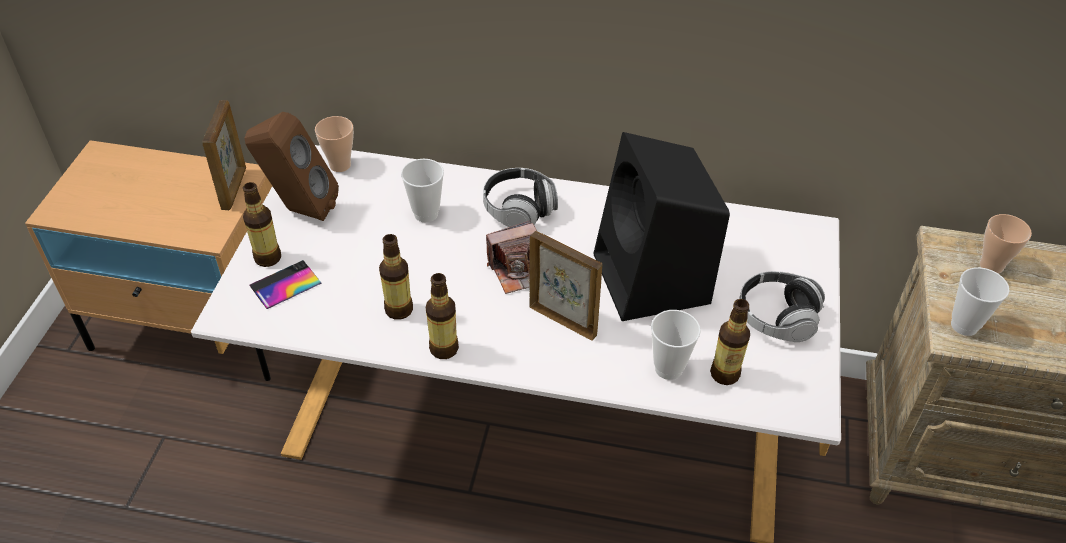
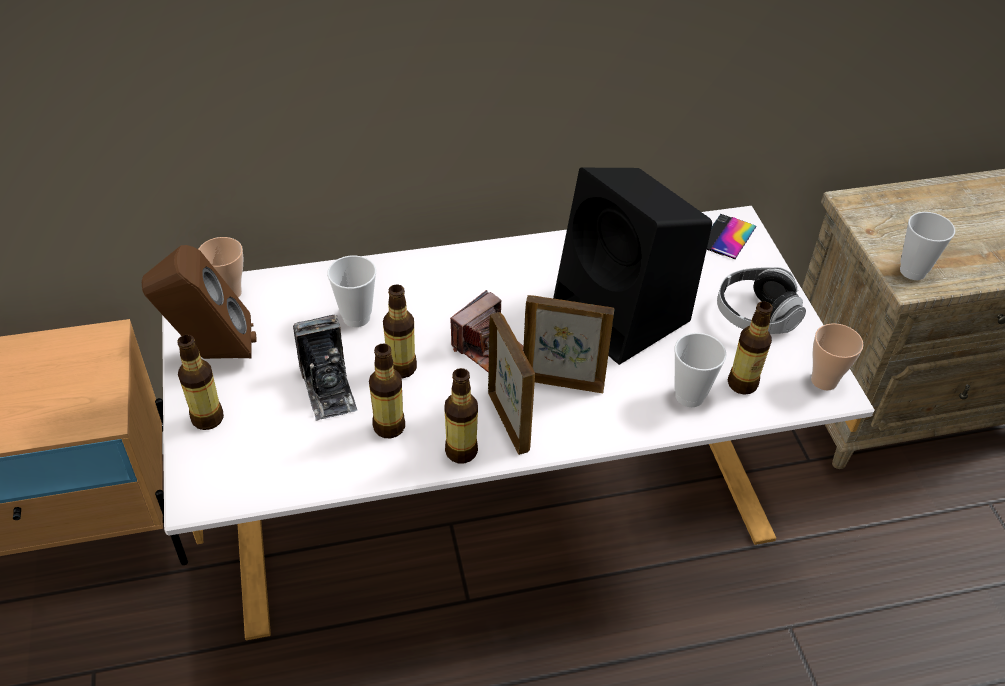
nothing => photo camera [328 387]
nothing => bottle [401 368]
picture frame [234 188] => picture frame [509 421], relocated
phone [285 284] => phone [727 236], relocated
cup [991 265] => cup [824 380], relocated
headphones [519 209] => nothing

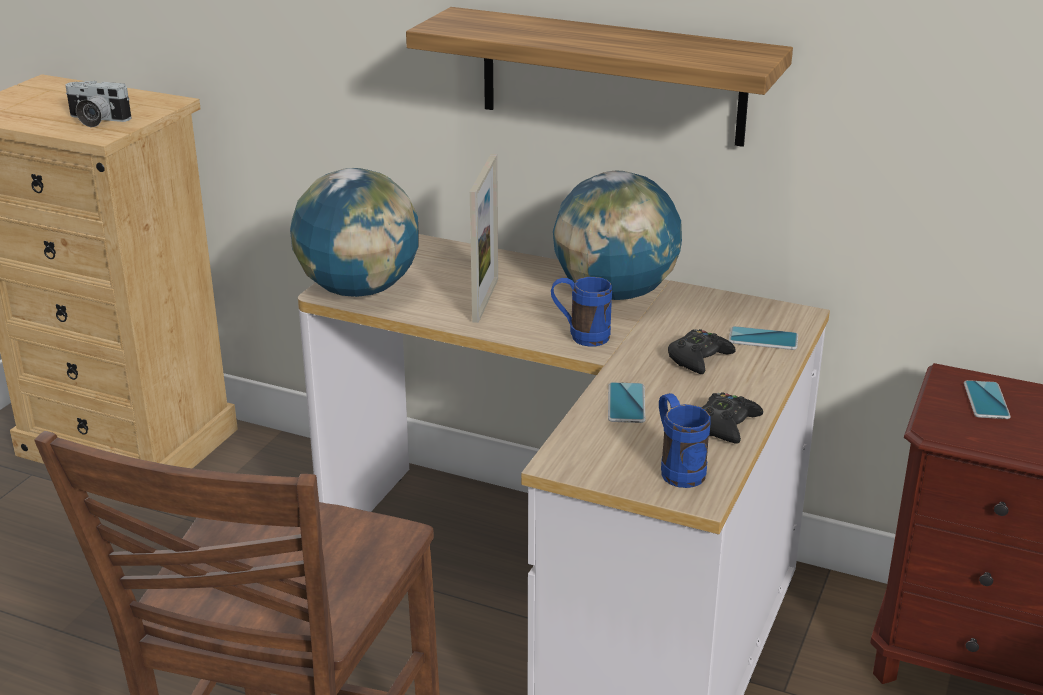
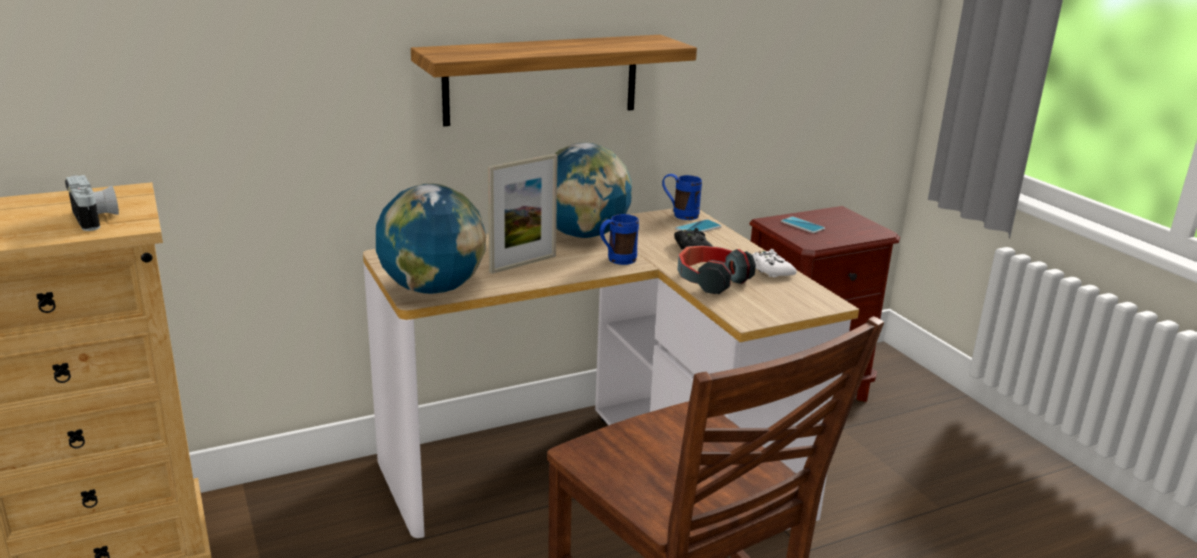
photo camera [96 120] => photo camera [97 219], 90 degrees counterclockwise
picture frame [485 299] => picture frame [523 264], 90 degrees clockwise
mug (blue) [677 469] => mug (blue) [679 214], relocated
phone [626 403] => headphones [710 280]
game controller (black) [726 425] => game controller (white) [770 270]

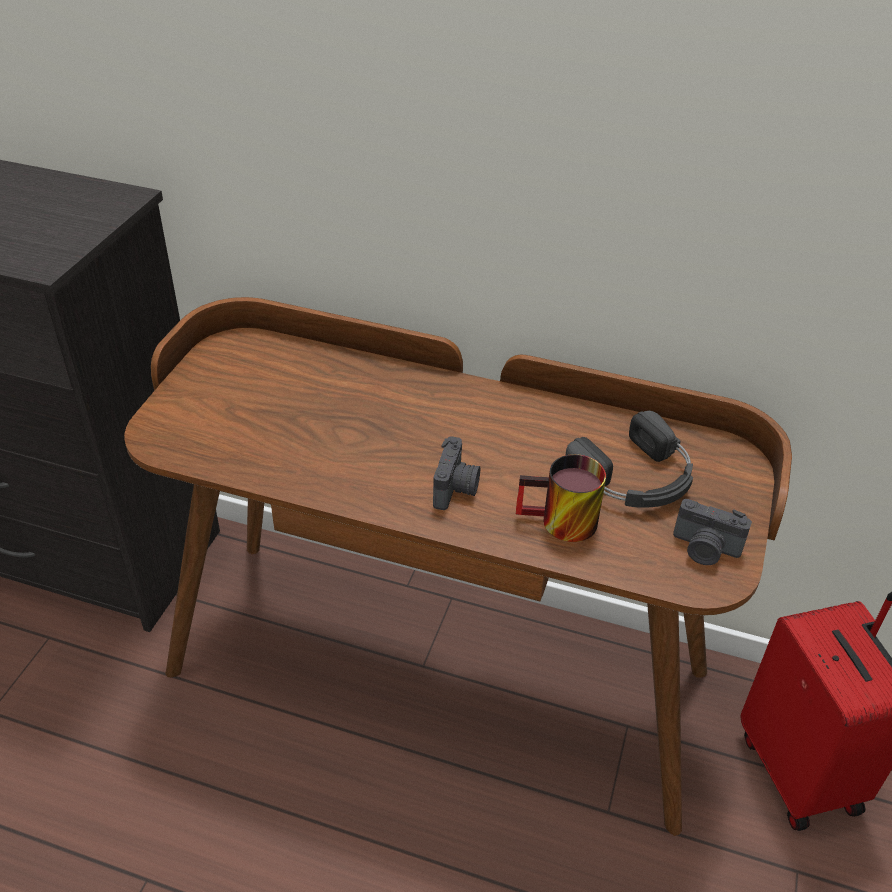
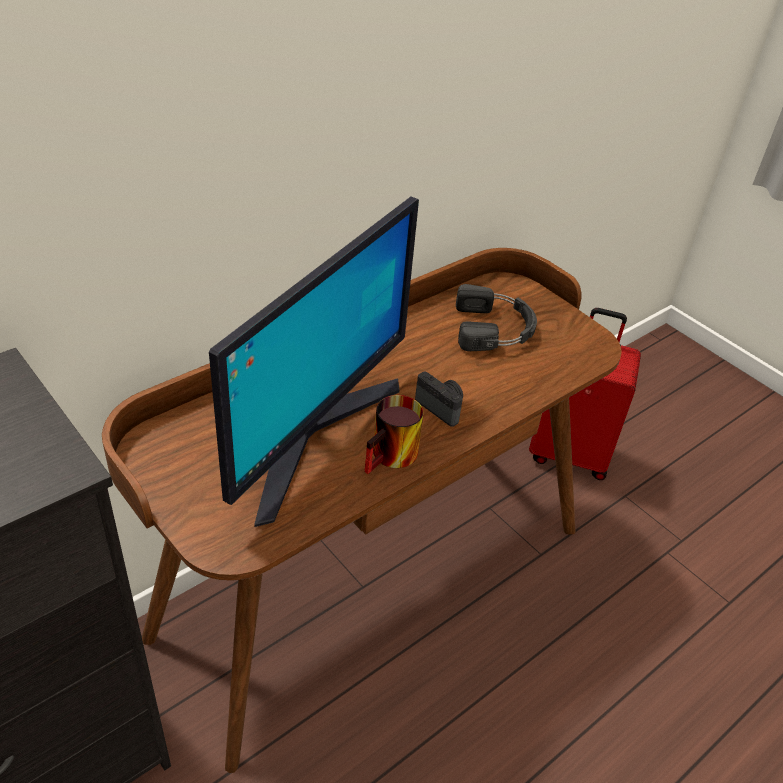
nothing => monitor [311 436]
mug [559 524] => mug [393 458], relocated
photo camera [704 549] => nothing

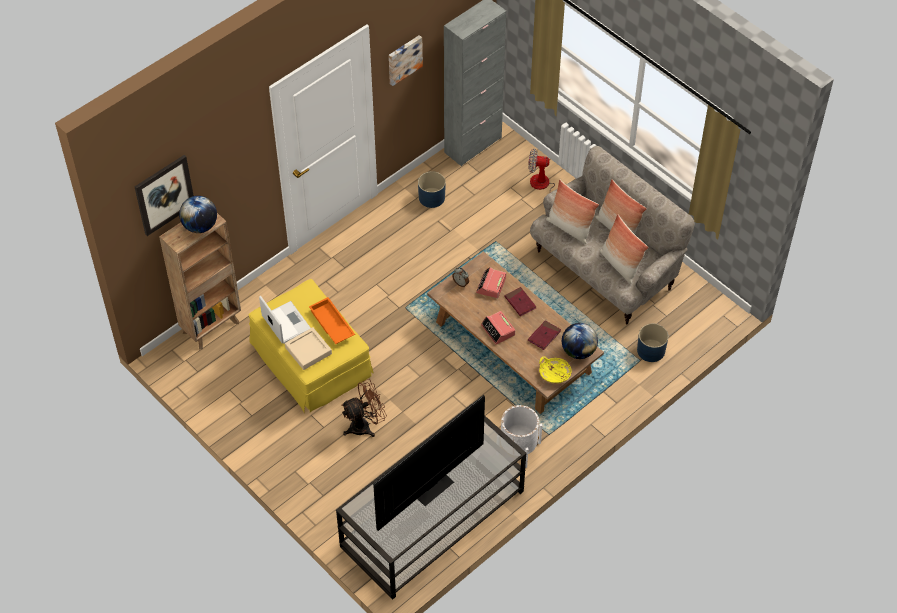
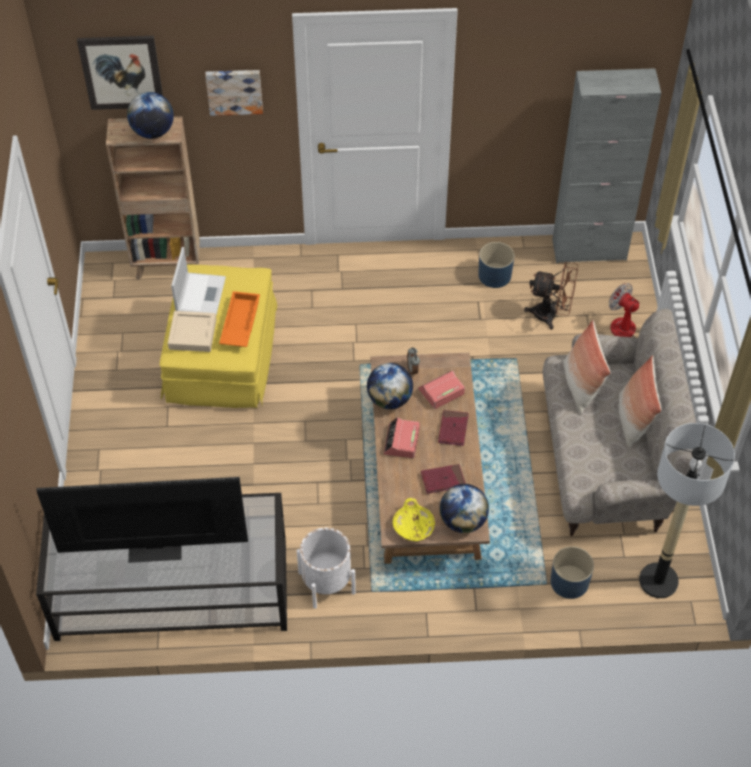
picture [404 59] => picture [234 90], relocated
nothing => globe [389 399]
fan (brown) [365 425] => fan (brown) [551 315], relocated
nothing => floor lamp [658 581]
pillow [620 265] => nothing

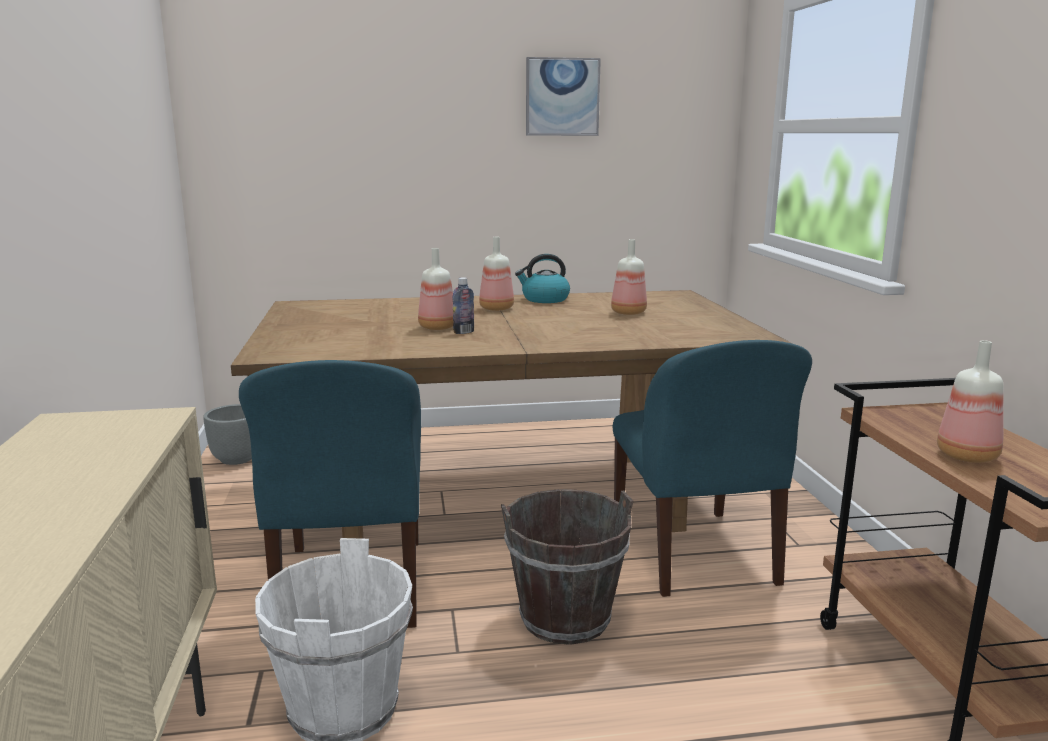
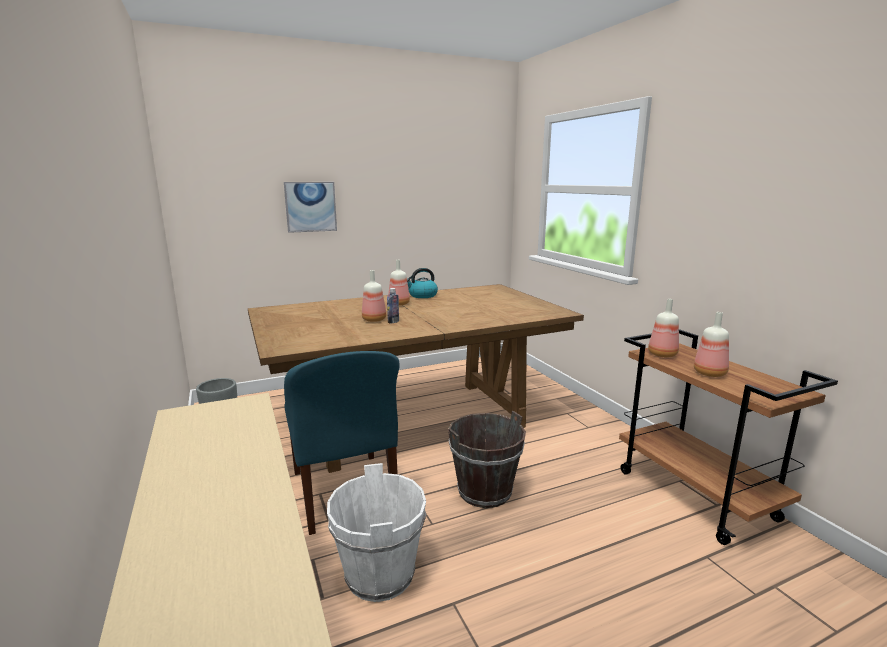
picture [562 97] => picture [310 206], relocated
bottle [627 313] => bottle [662 355], relocated
chair (blue) [694 554] => nothing

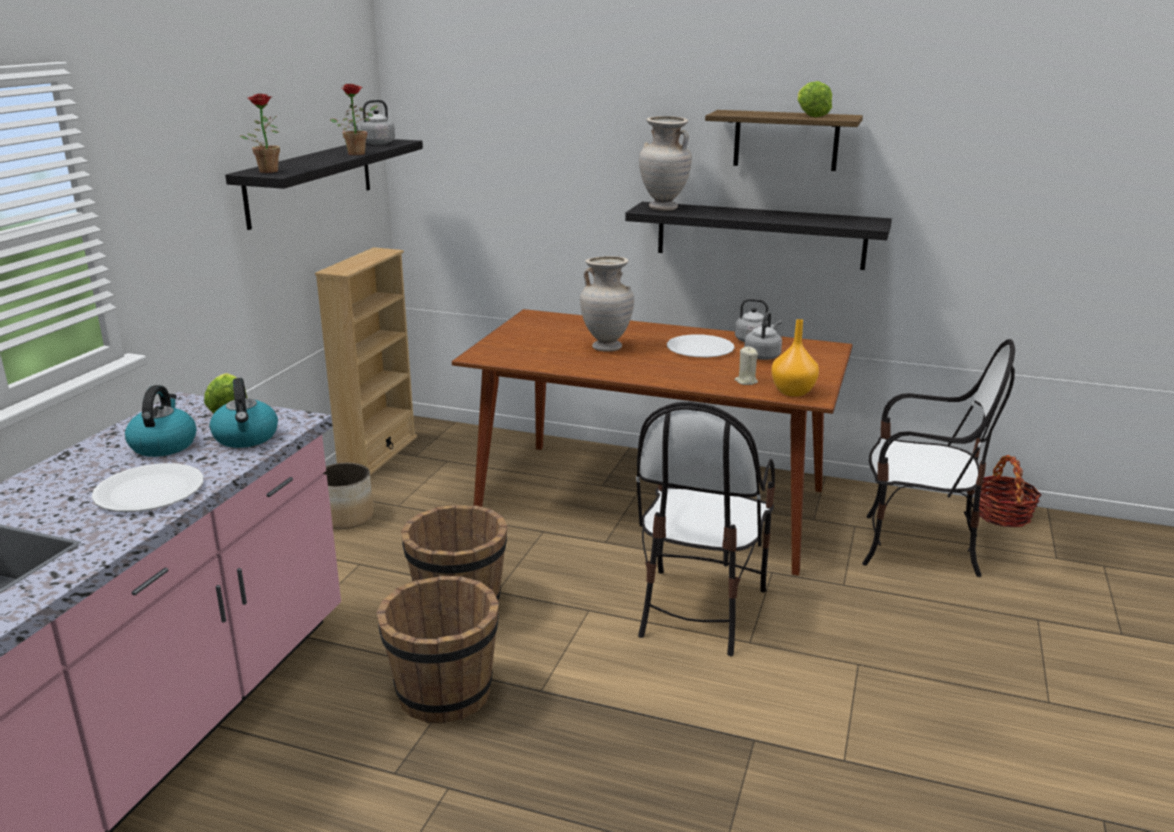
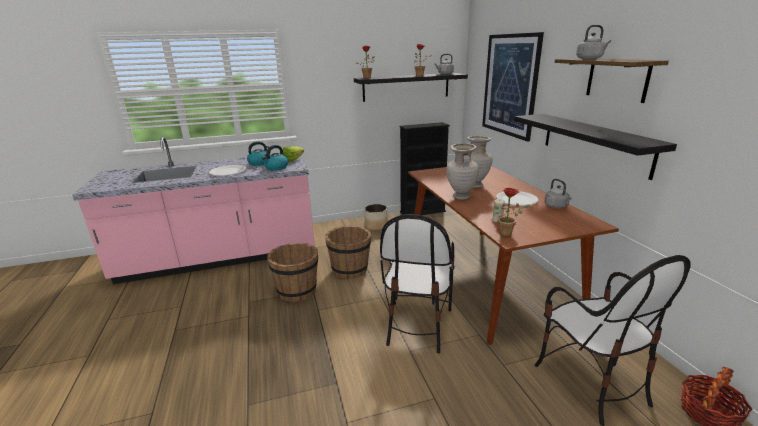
chair [698 610] => chair [417 325], 60 degrees counterclockwise
bookcase (beige) [378 454] => bookcase (black) [422 211]
vase (beige) [663 208] => vase (beige) [460 197], relocated
nothing => picture [510 85]
vase (orange) [794 392] => potted plant [507 233]
kettle (grey) [762 356] => kettle (grey) [590 58], relocated
lettuce [810 115] => nothing

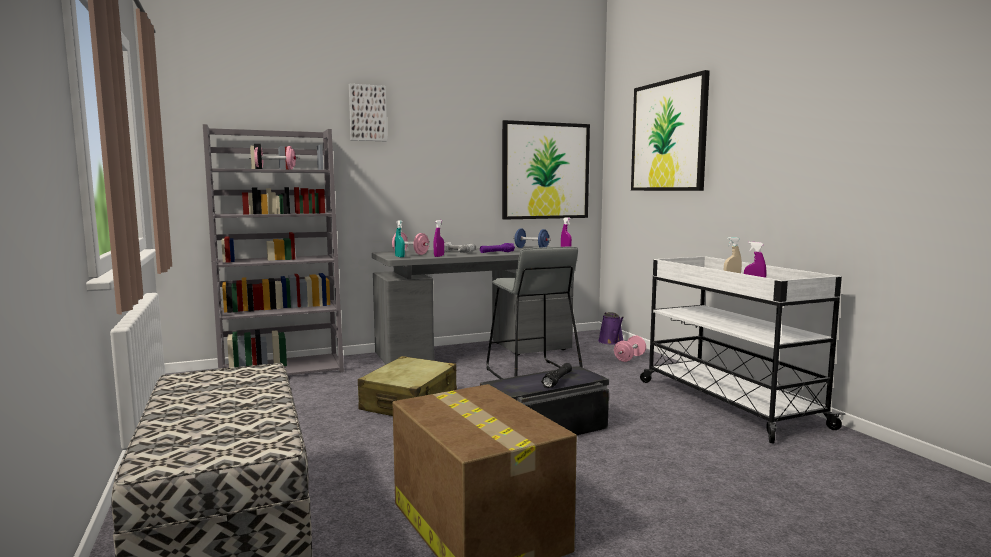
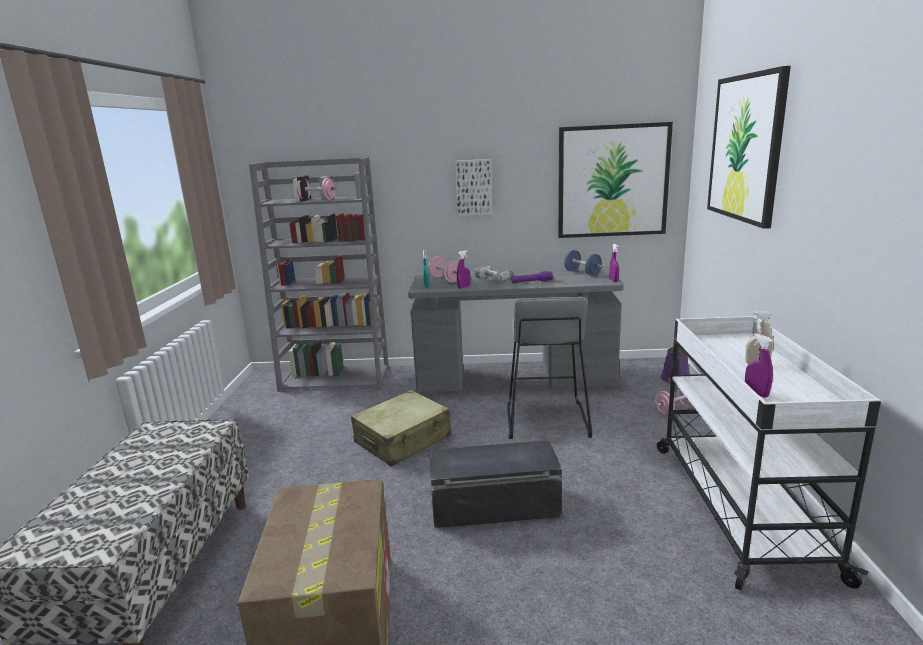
picture [367 113] => picture [473 187], relocated
flashlight (black) [557 380] => nothing

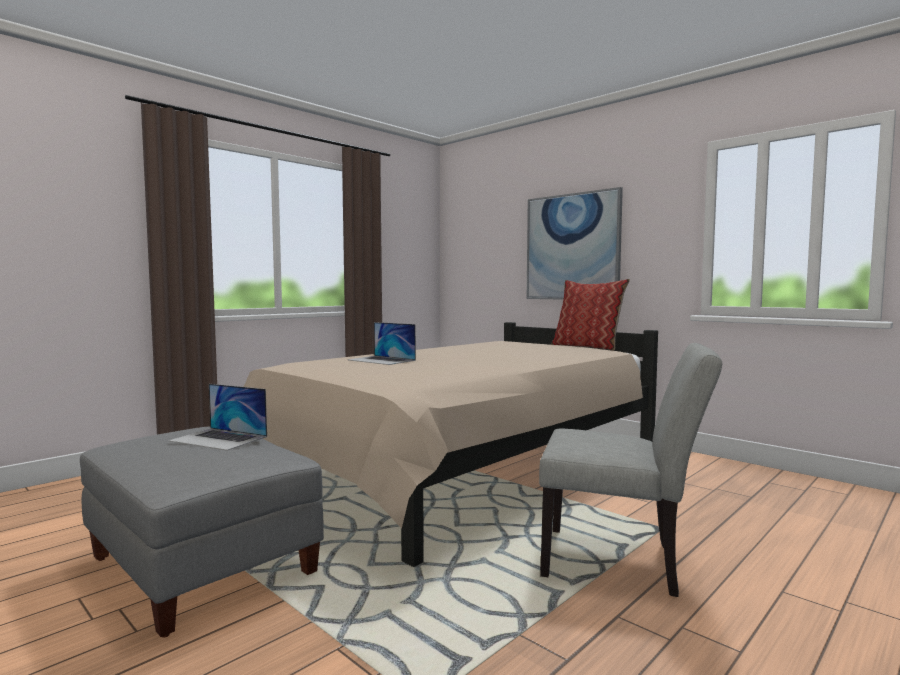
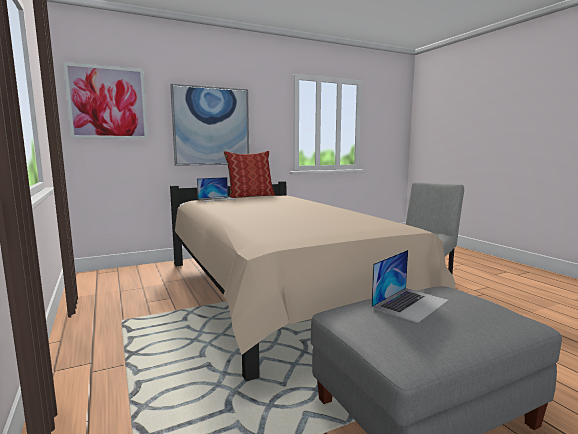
nothing => picture [107 103]
laptop [381 360] => laptop [217 199], relocated

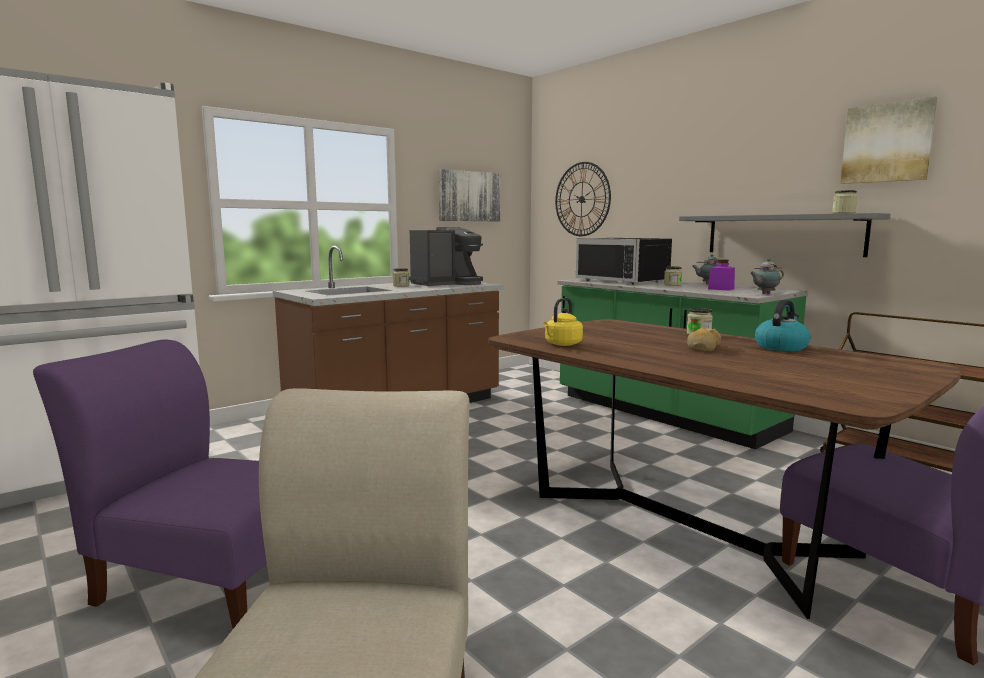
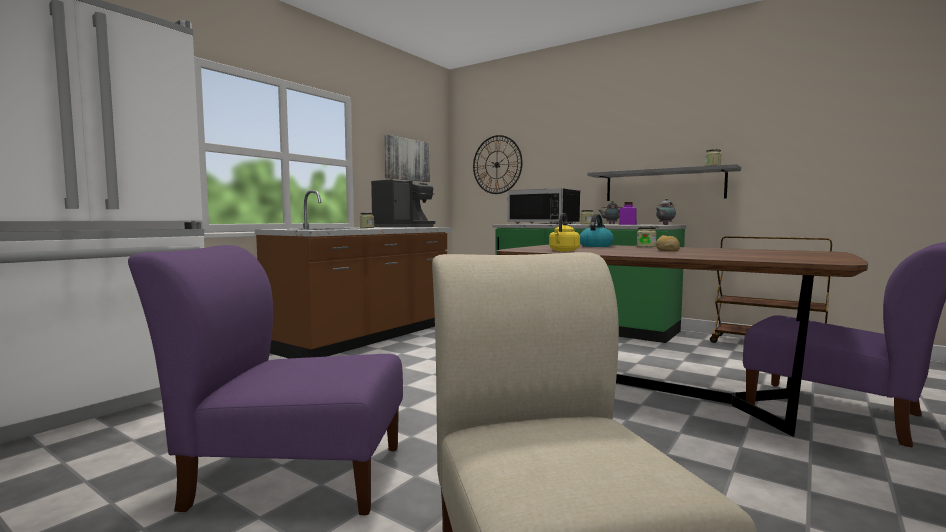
kettle [781 347] => kettle [596 246], relocated
picture [887 143] => nothing

